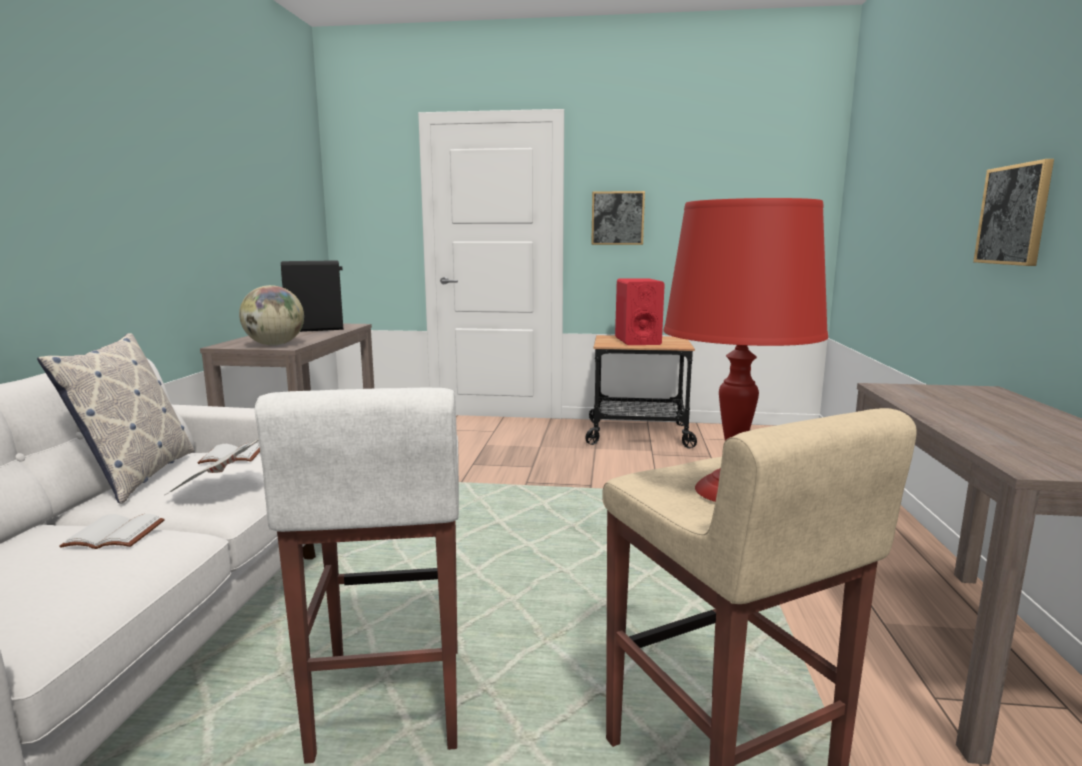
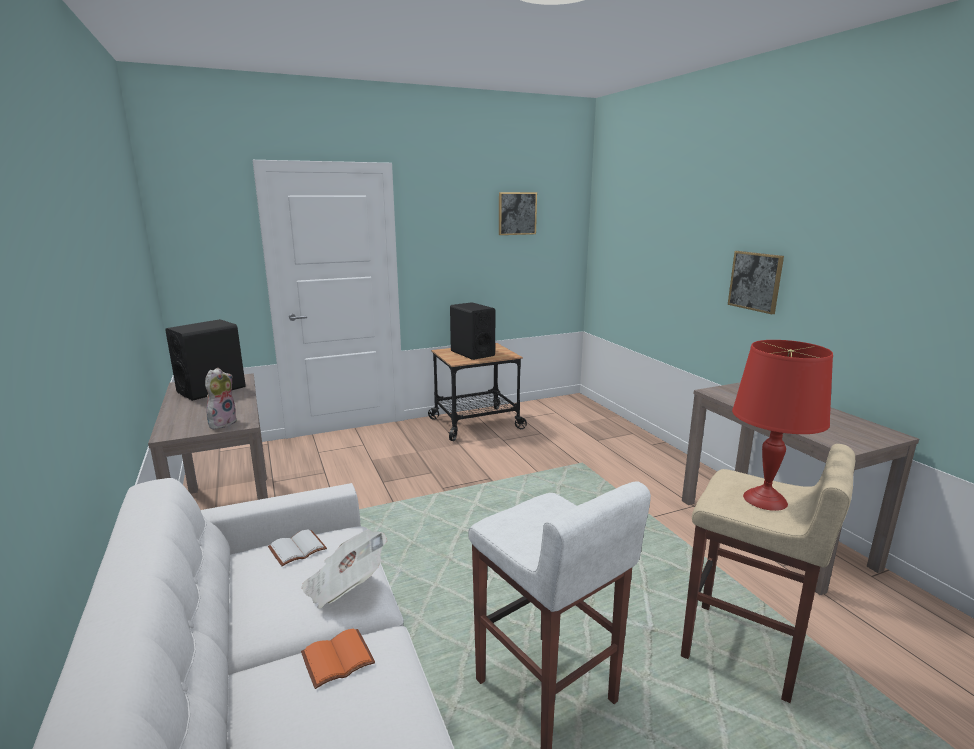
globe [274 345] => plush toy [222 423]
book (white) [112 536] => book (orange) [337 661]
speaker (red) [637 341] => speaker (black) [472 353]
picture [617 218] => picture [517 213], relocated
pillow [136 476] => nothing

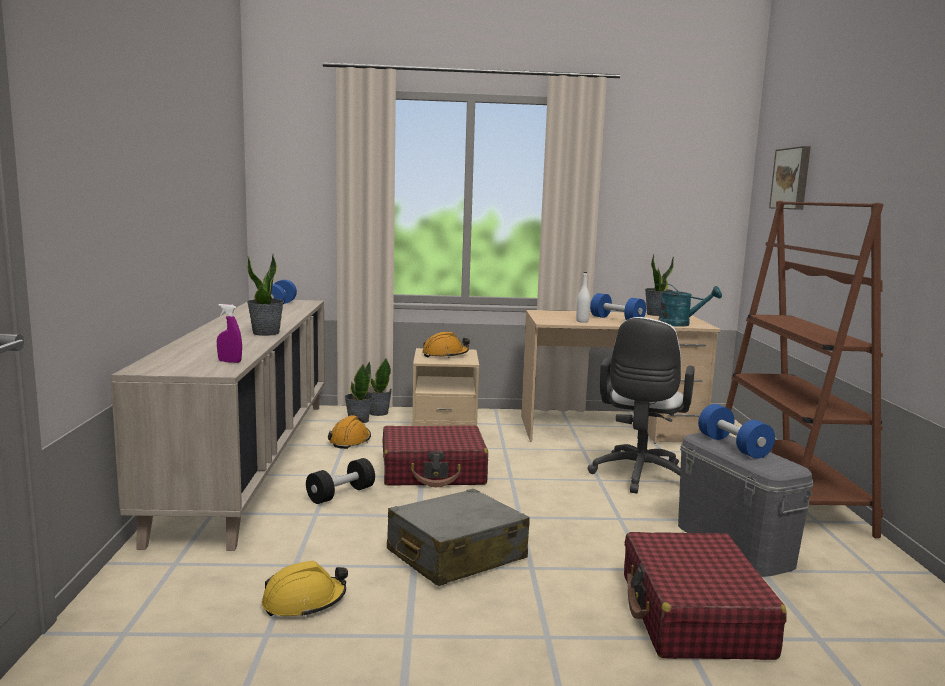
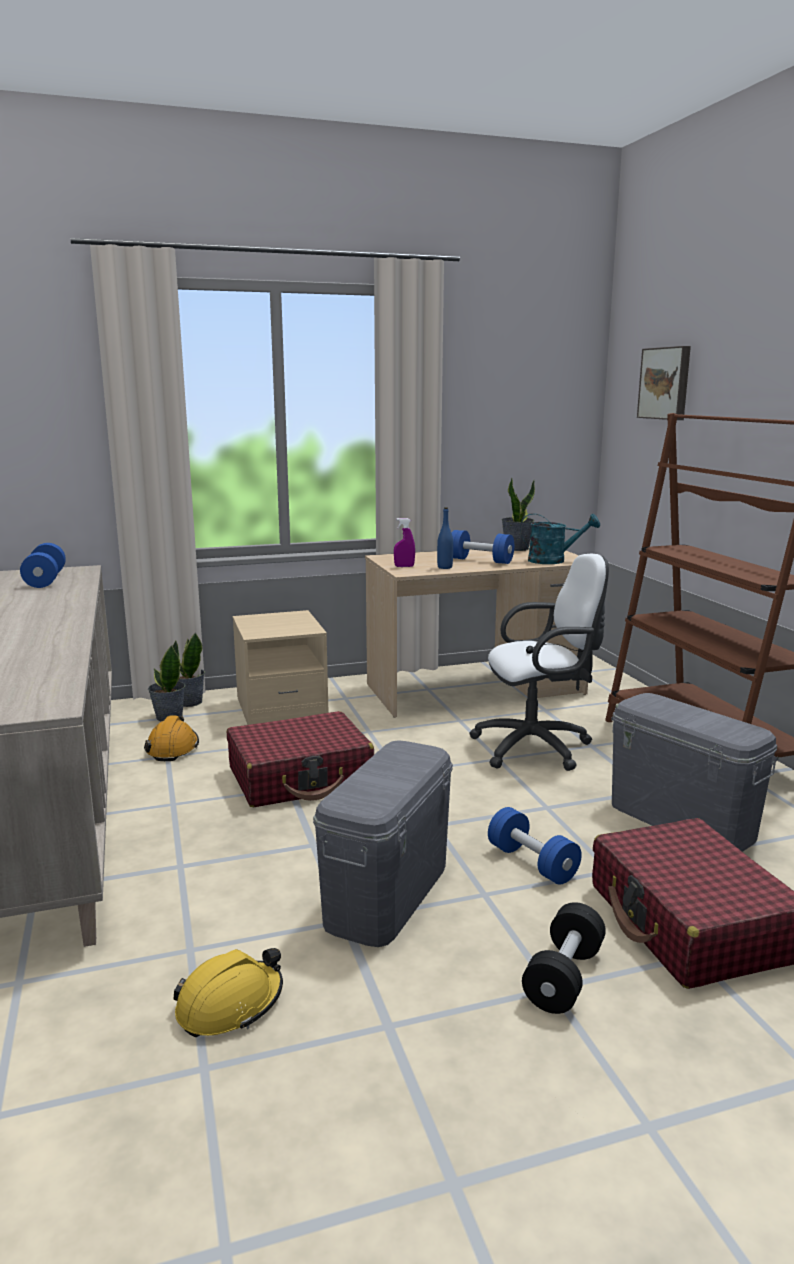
suitcase (grey) [456 555] => storage box (grey) [388 894]
spray bottle (purple) [229 361] => spray bottle (purple) [404 566], relocated
bottle (white) [582 321] => bottle (blue) [444 567]
office chair (white) [638 476] => office chair (white) [538 747], 105 degrees counterclockwise
dumbbell (blue) [733 446] => dumbbell (blue) [532 863], relocated
dumbbell (black) [341 494] => dumbbell (black) [563 977], relocated
potted plant [266 333] => nothing
hard hat (orange) [445 355] => nothing

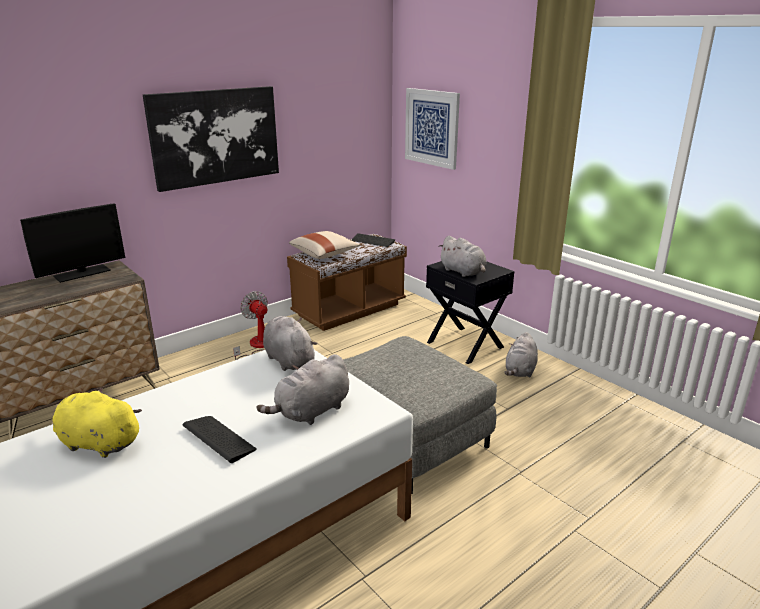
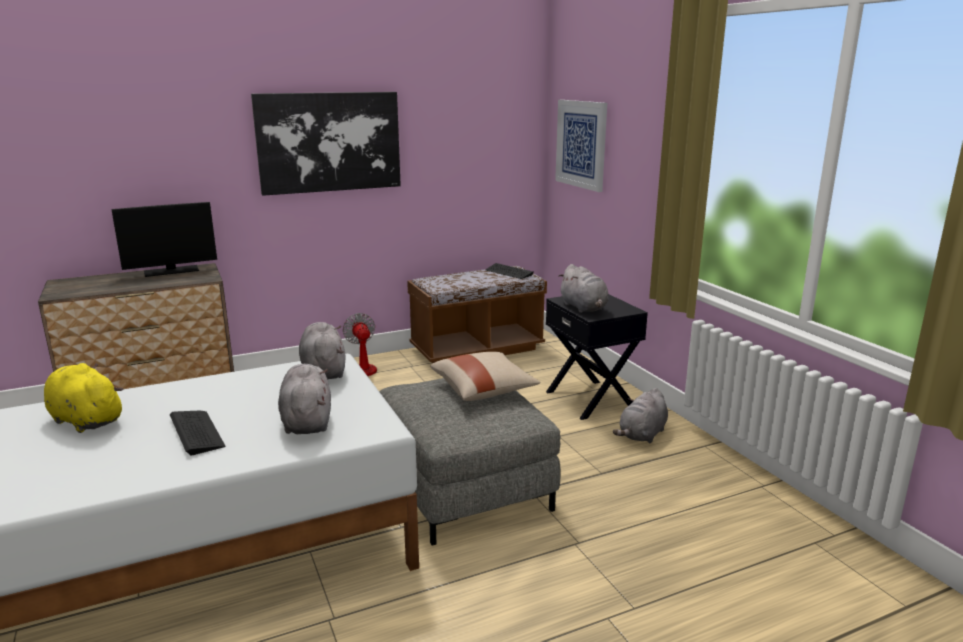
plush toy (grey) [311 412] => plush toy (grey) [307 421], 105 degrees clockwise
pillow (beige) [325 254] => pillow (beige) [484 390], relocated

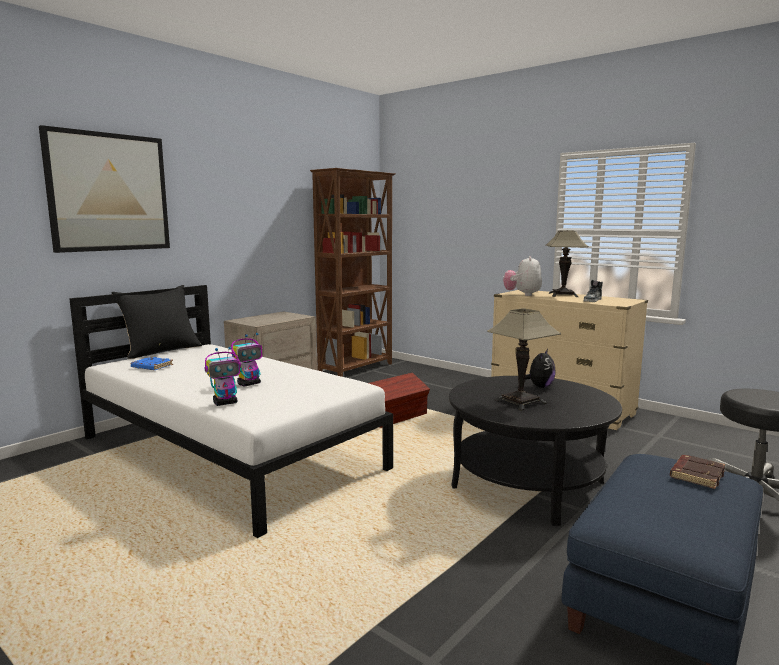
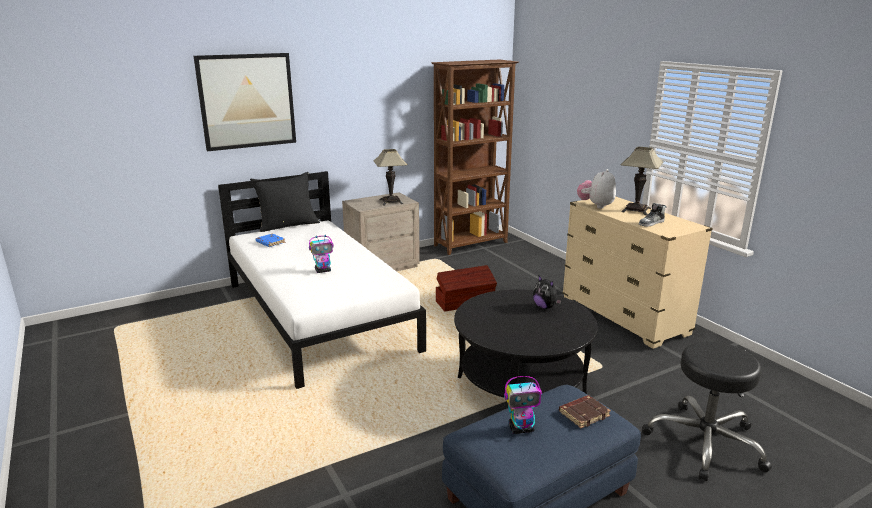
table lamp [520 402] => table lamp [391 201], relocated
toy robot [225 403] => toy robot [521 428], relocated
plush toy [539 386] => plush toy [545 307], 90 degrees clockwise

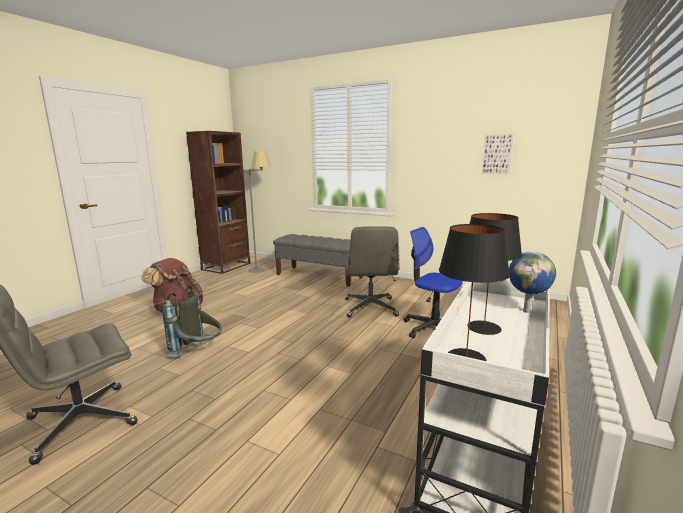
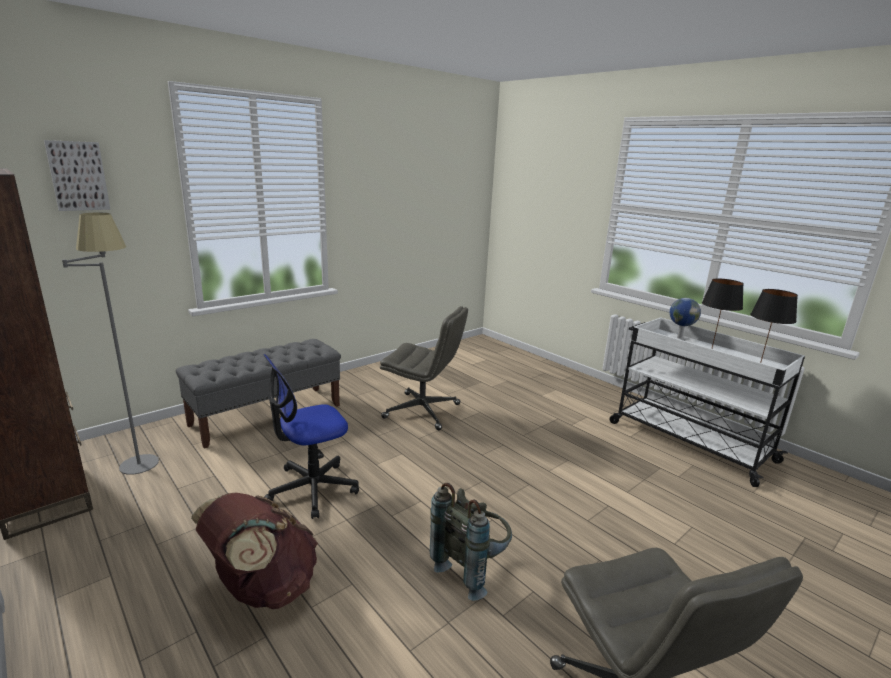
picture [497 154] => picture [78 176], relocated
office chair [432 328] => office chair [312 489], relocated

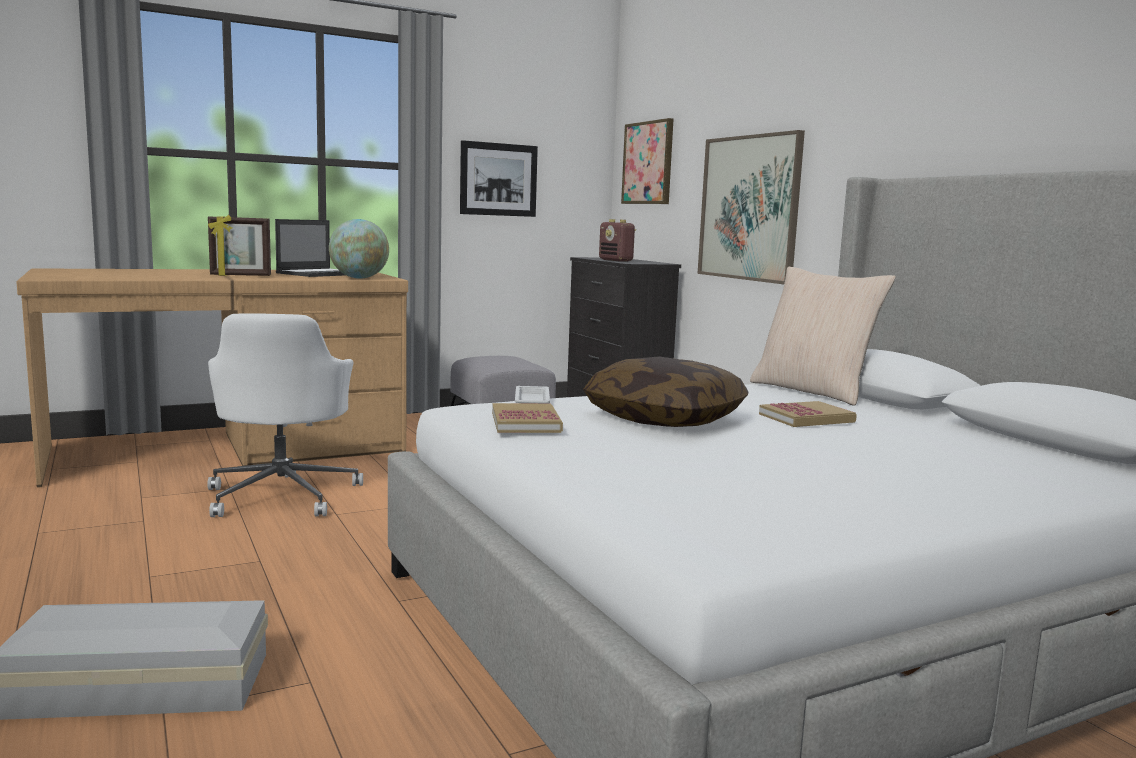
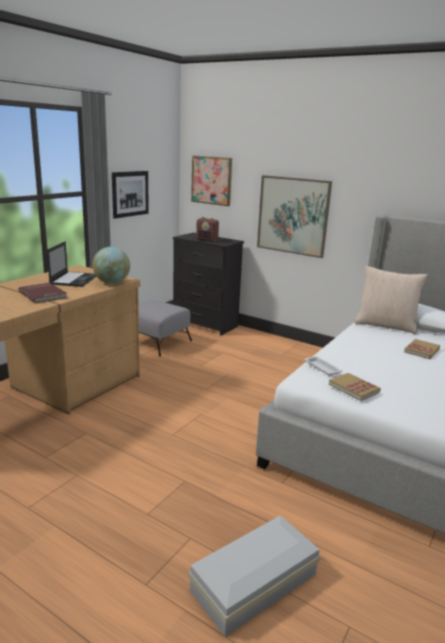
picture frame [240 275] => book (red) [43 294]
office chair (white) [283 495] => nothing
pillow [665 419] => nothing

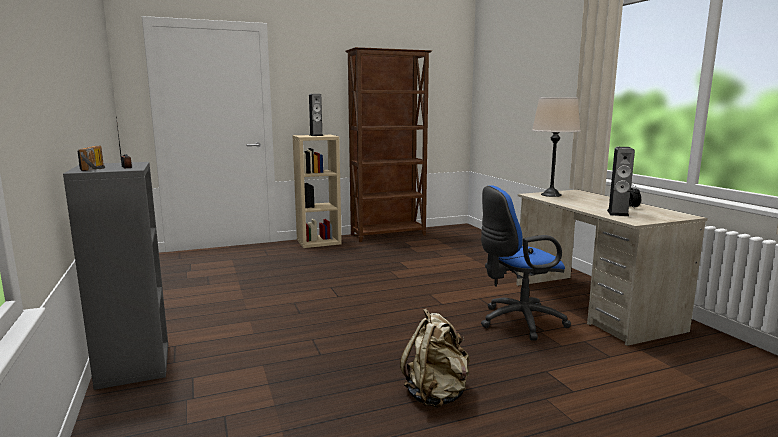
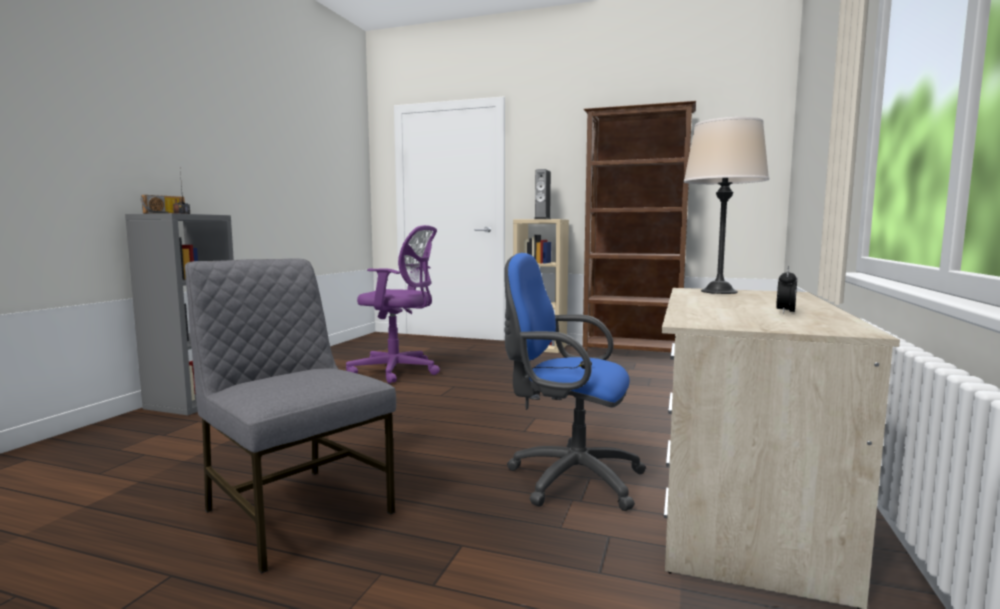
backpack (beige) [436 395] => chair (grey) [295 511]
nothing => office chair (purple) [398 371]
speaker [617 213] => nothing

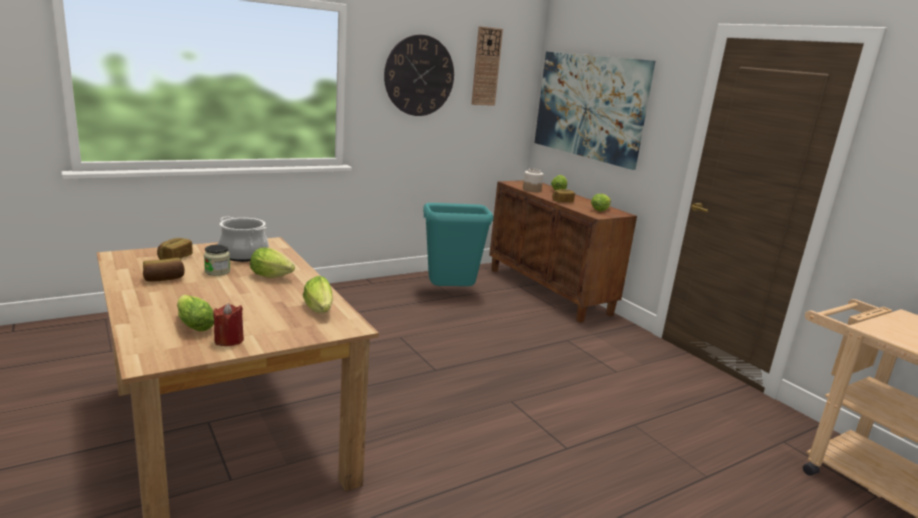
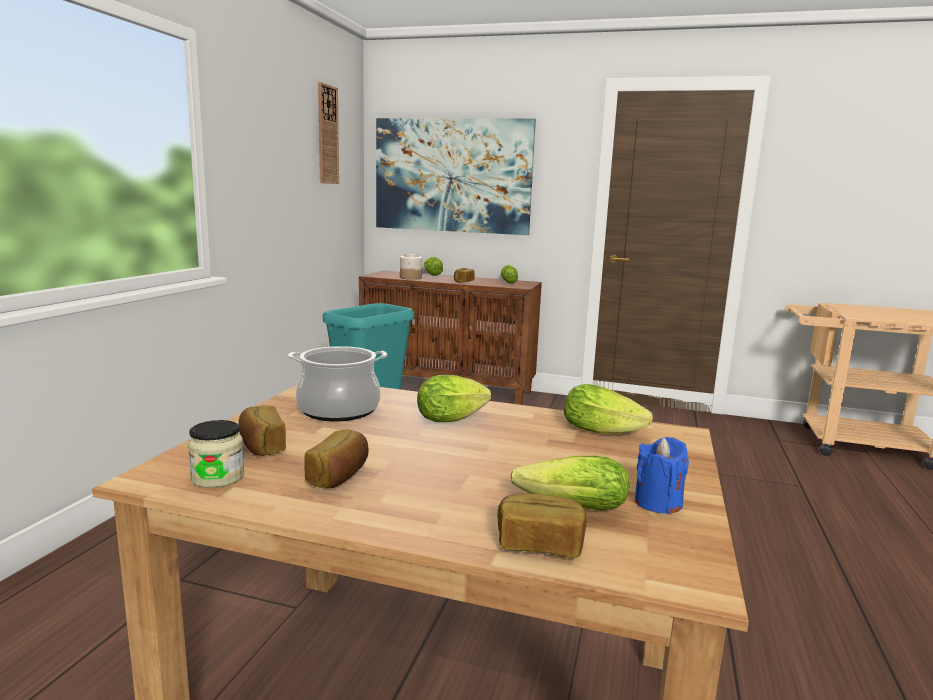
jar [217 271] => jar [218 477], relocated
nothing => bread [540 544]
candle (red) [229 340] => candle (blue) [658 503]
wall clock [419 76] => nothing

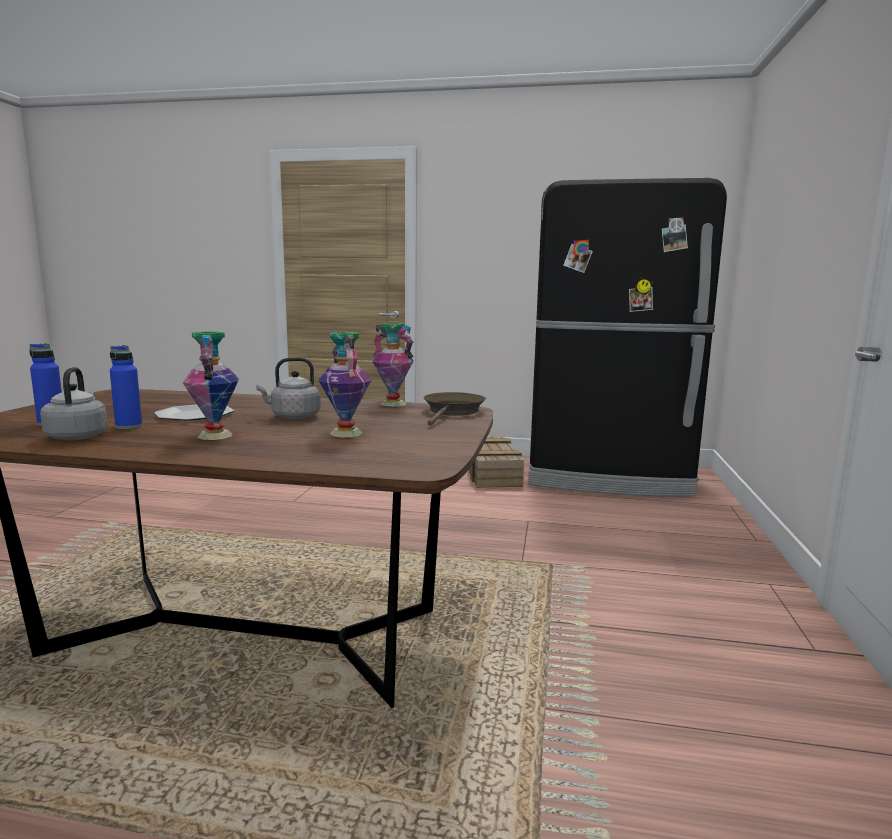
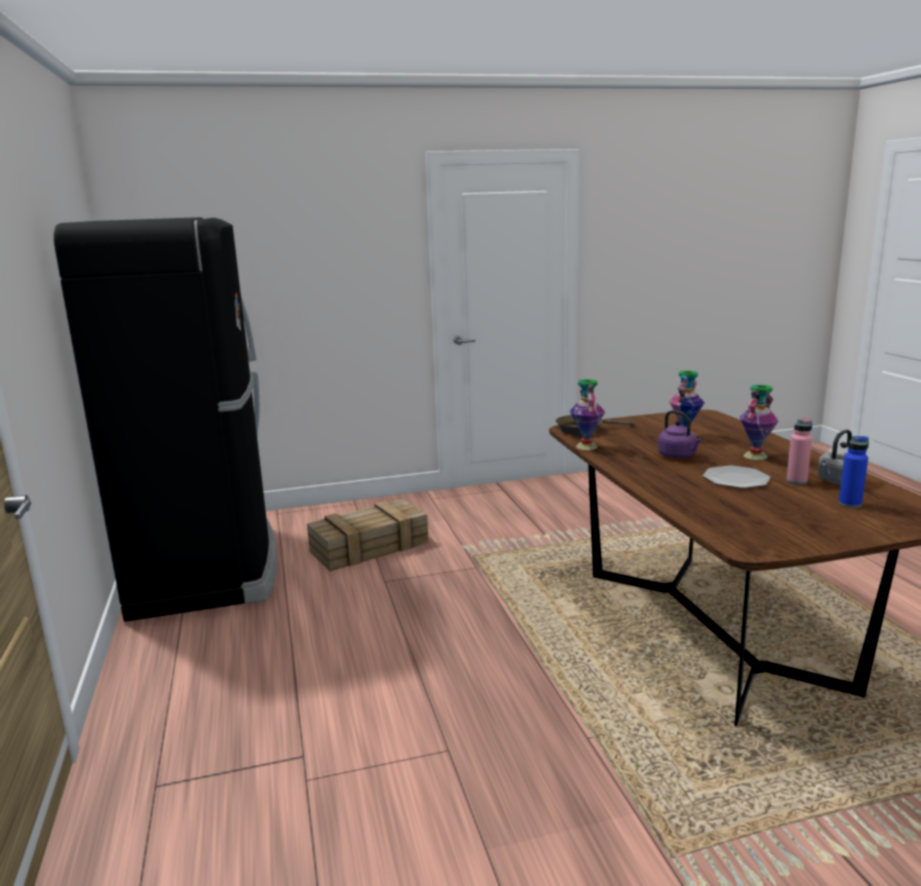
crate [491 473] => crate [370 546], relocated
kettle (grey) [293 417] => kettle (purple) [678 456]
bottle (blue) [129 426] => bottle (pink) [796 481]

